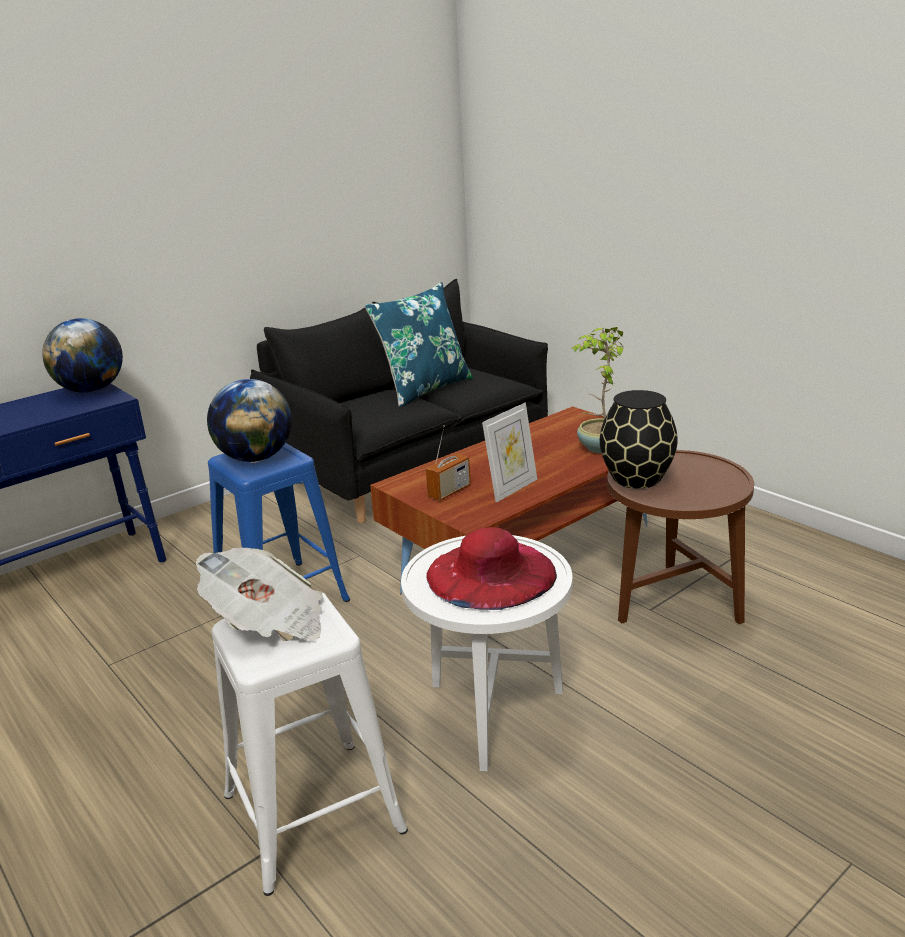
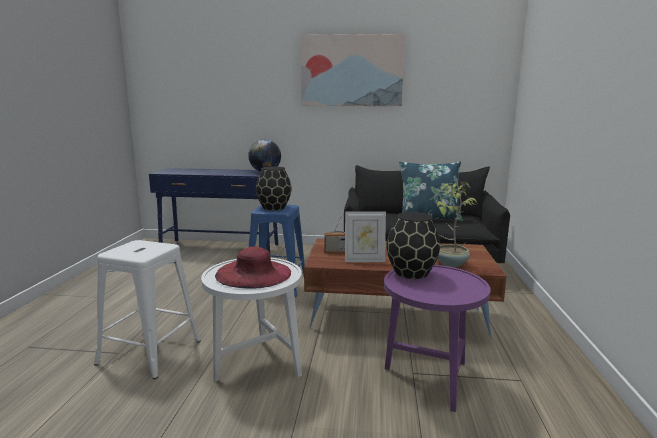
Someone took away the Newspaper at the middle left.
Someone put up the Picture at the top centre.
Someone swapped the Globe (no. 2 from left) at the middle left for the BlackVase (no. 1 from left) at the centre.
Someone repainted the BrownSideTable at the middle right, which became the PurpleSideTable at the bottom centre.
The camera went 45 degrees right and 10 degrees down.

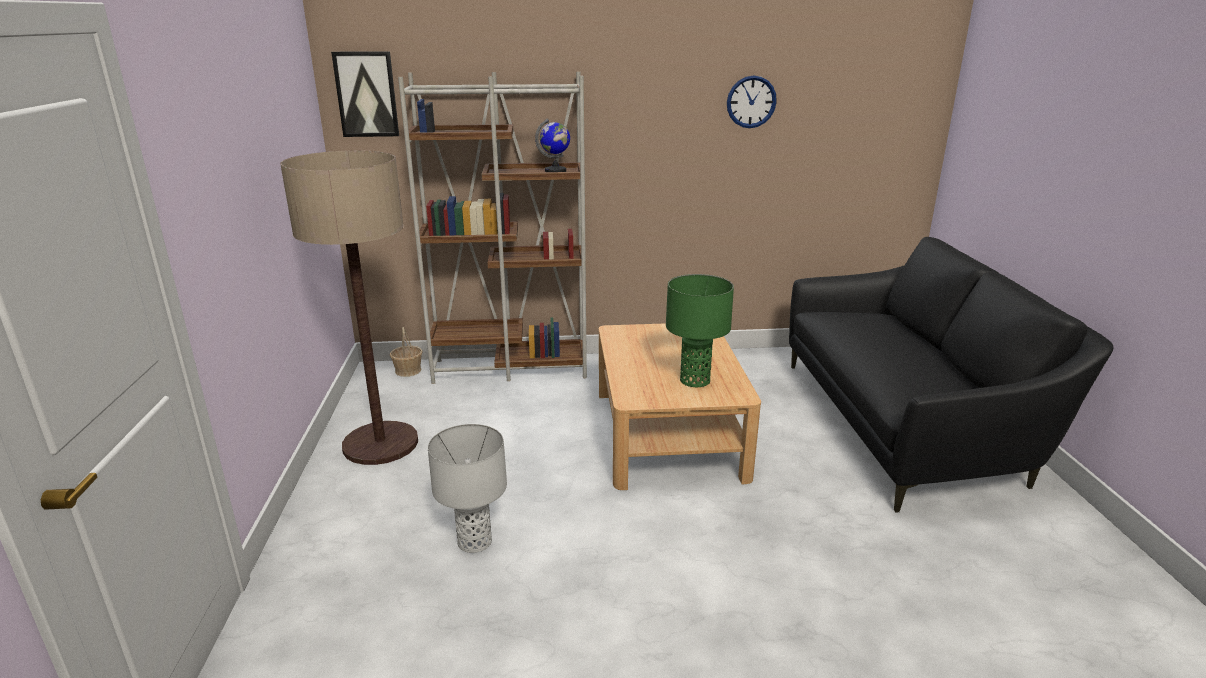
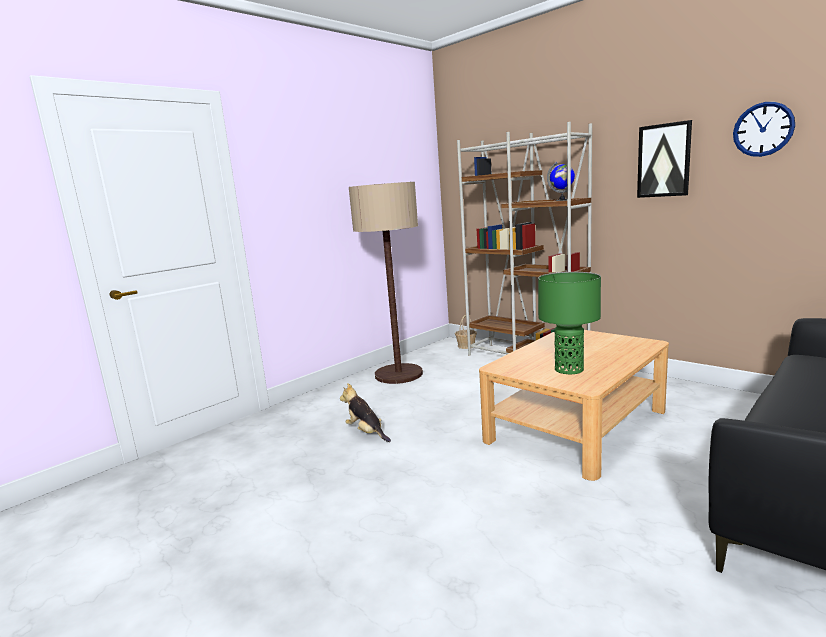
Someone carried the Picture from the top left to the top right.
Someone swapped the WhiteTableLamp at the bottom centre for the PlushToy at the centre.
The camera went 50 degrees right and 10 degrees down.

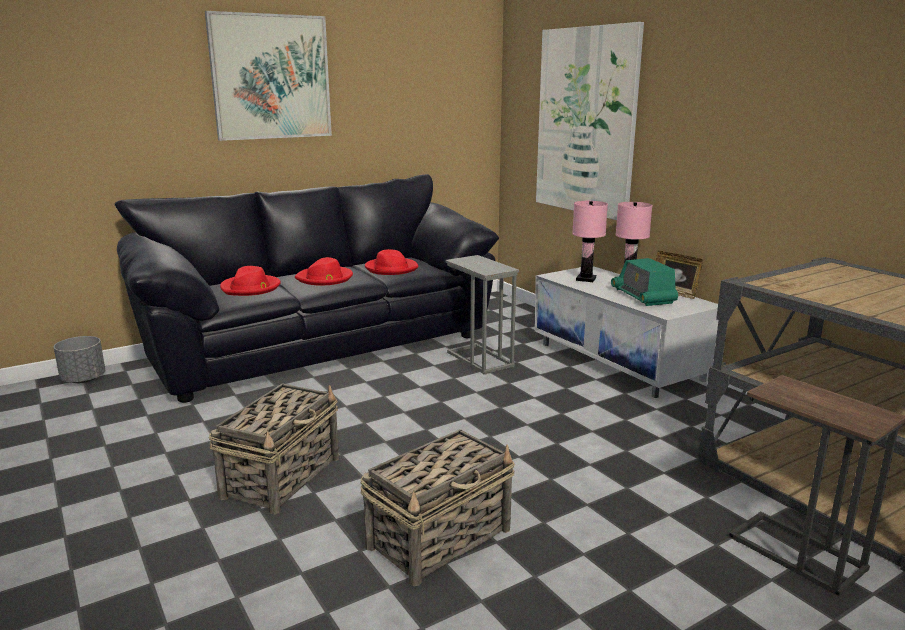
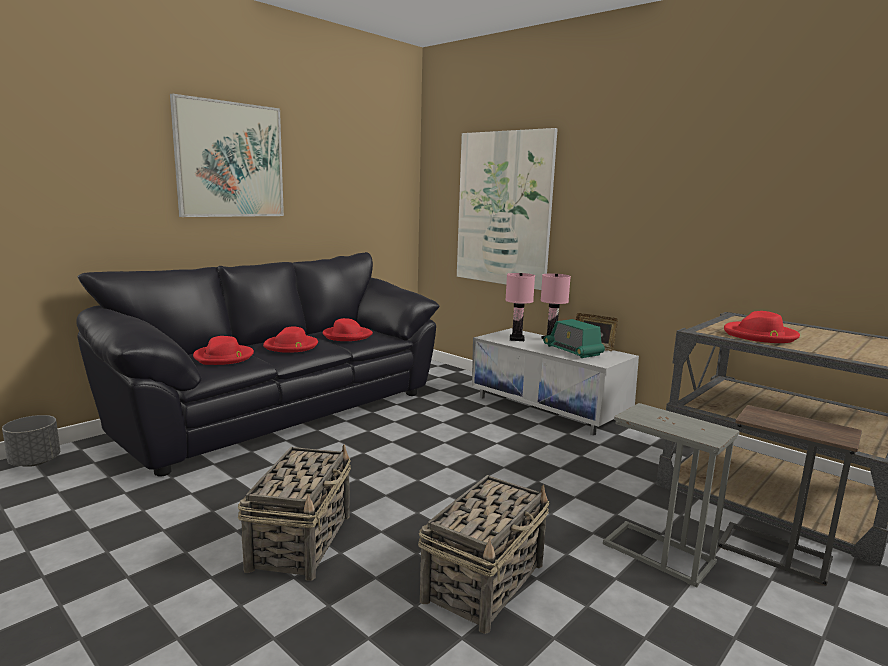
Someone put down the RedHat (no. 4 from left) at the middle right.
Someone carried the GreySideTable from the centre to the bottom right.
The camera went 15 degrees left and 5 degrees down.

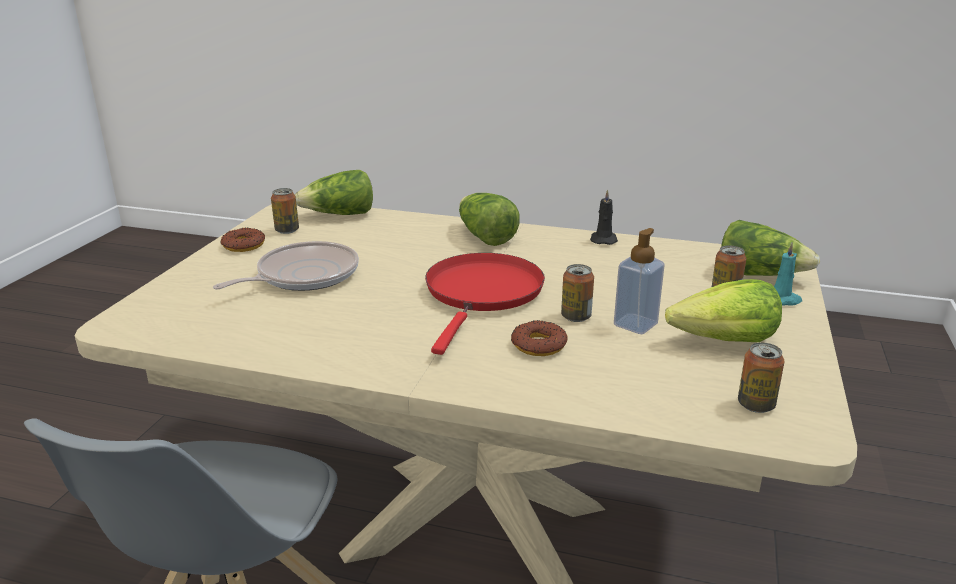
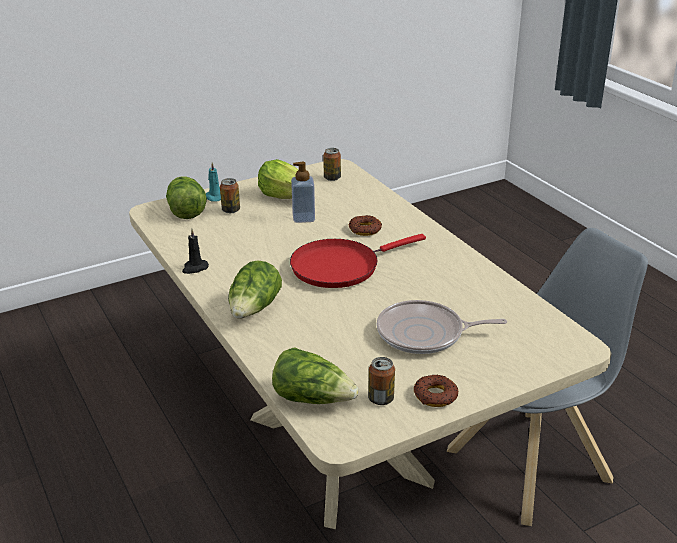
Someone took away the Can (no. 2 from left) at the centre.
The camera went 135 degrees left and 5 degrees up.

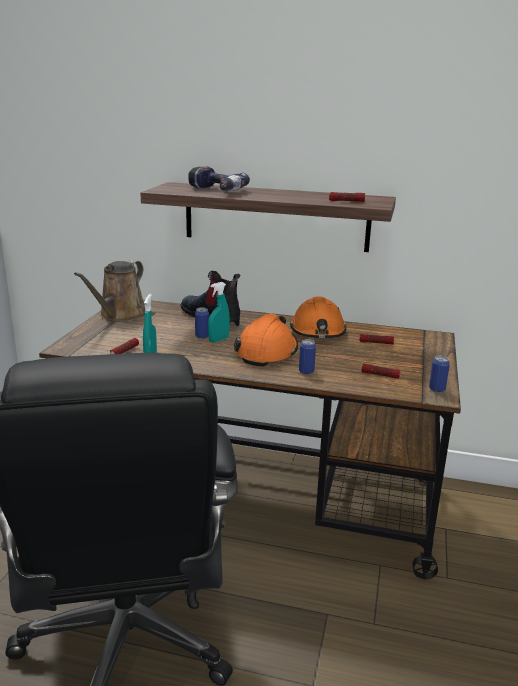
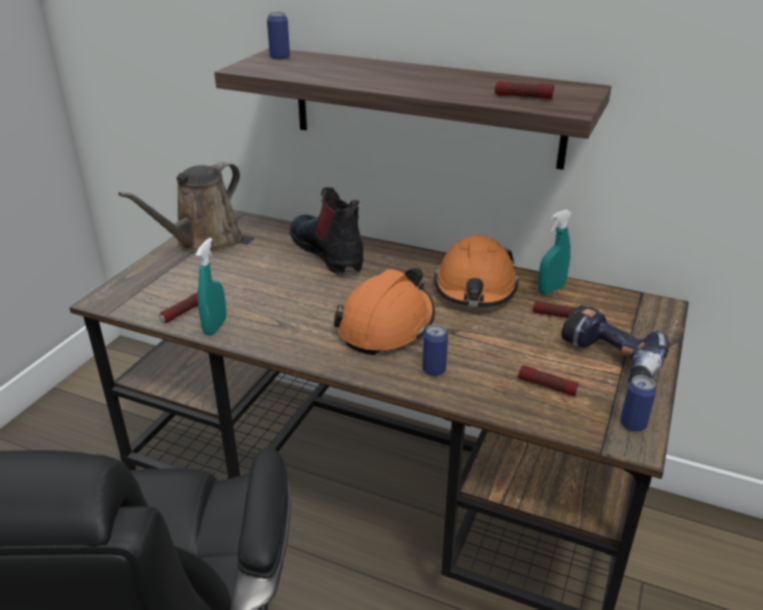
Someone carried the PowerDrill from the top centre to the middle right.
Someone carried the Can (no. 1 from left) from the centre to the top centre.
Someone carried the TurquoiseSprayBottle (no. 2 from left) from the centre to the middle right.
The camera went 10 degrees right and 10 degrees up.

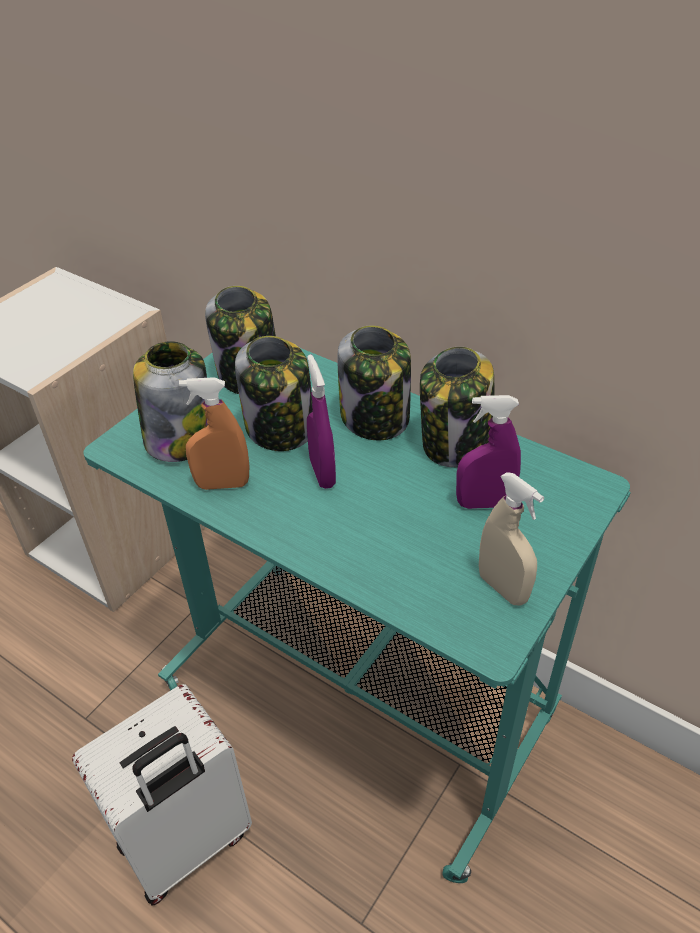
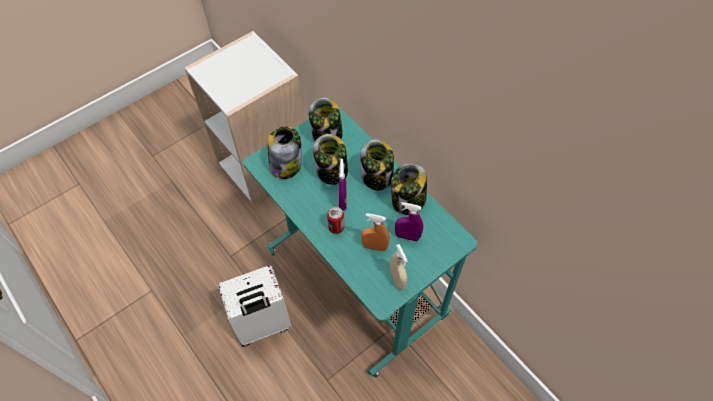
Someone put down the Can at the centre.
Someone carried the OrangeSprayBottle from the middle left to the centre.
The camera went 15 degrees right and 15 degrees up.

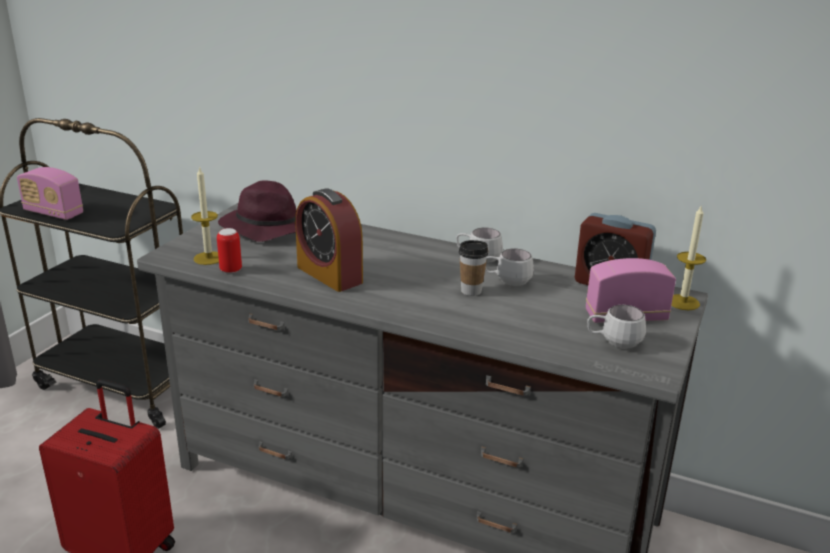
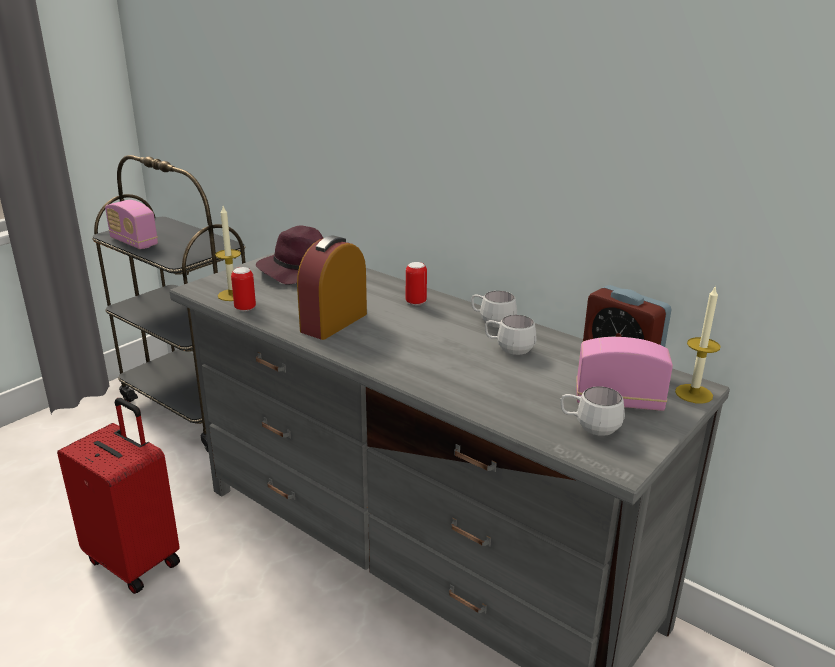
Someone took away the Cup at the centre.
Someone put down the Can (no. 2 from left) at the centre.
Someone rotated the AlarmClock (no. 1 from left) at the centre by 60 degrees clockwise.
The camera went 15 degrees right and 0 degrees up.

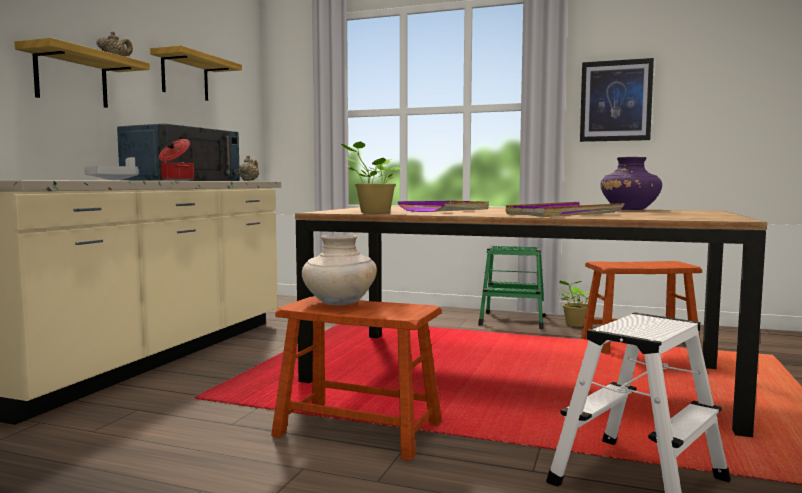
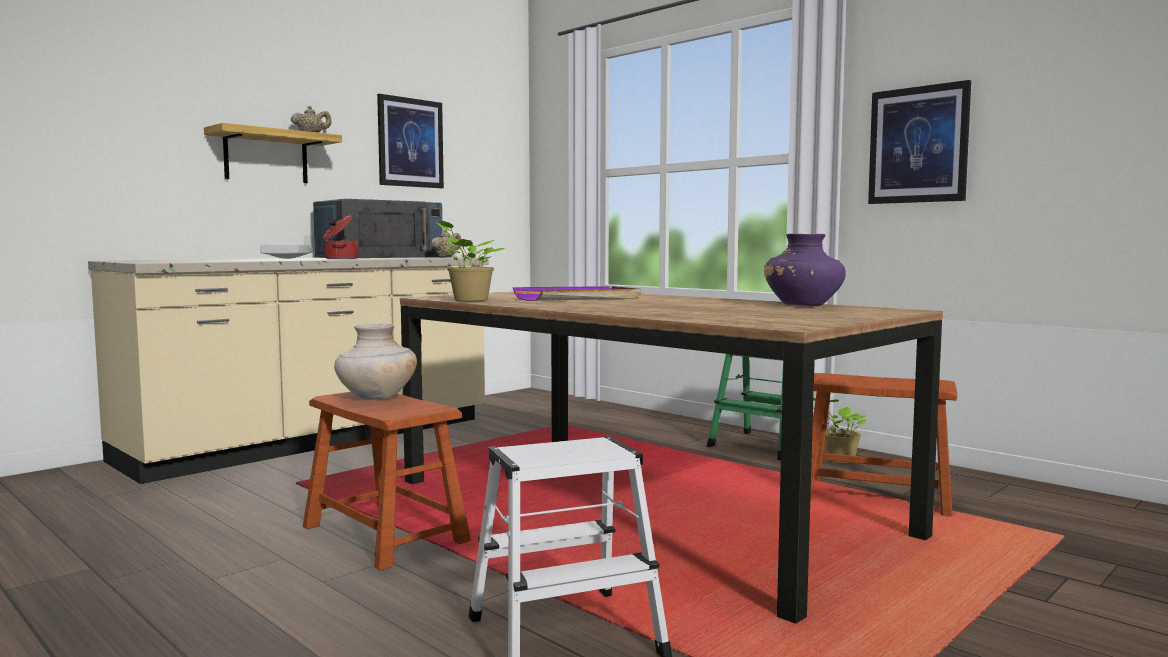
Someone took away the PurpleTray (no. 2 from left) at the middle right.
Someone swapped the Shelf (no. 2 from left) at the top left for the Picture (no. 1 from left) at the top centre.
The camera went 25 degrees right and 0 degrees up.

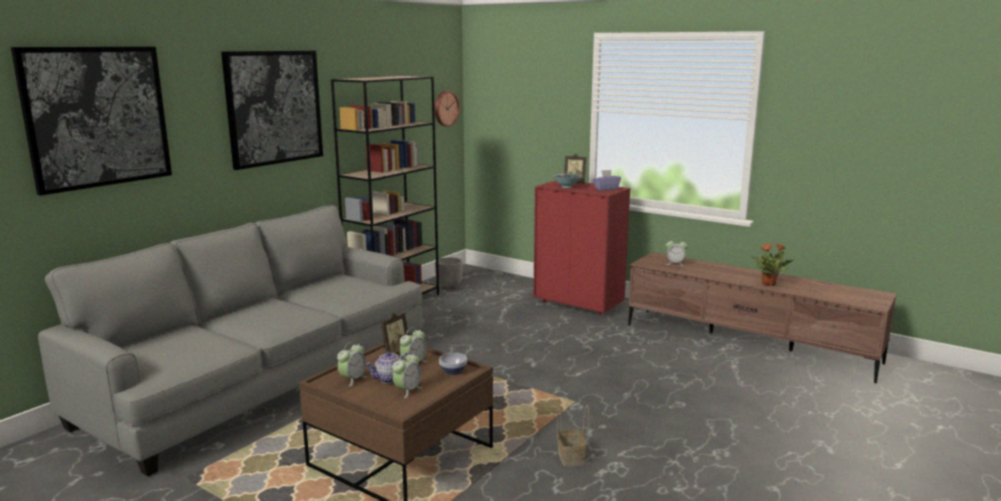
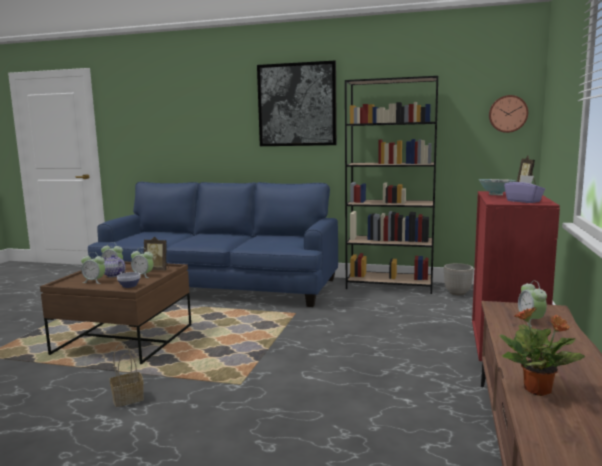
Someone took away the Picture (no. 1 from left) at the top left.
Someone repainted the GreySofa at the bottom left, which became the BlueSofa at the centre.
The camera went 70 degrees right and 5 degrees down.

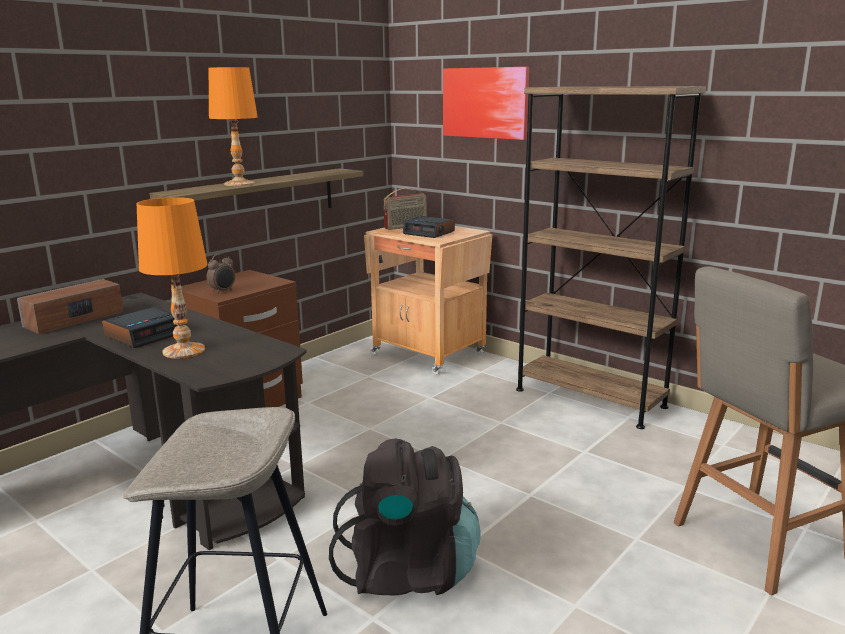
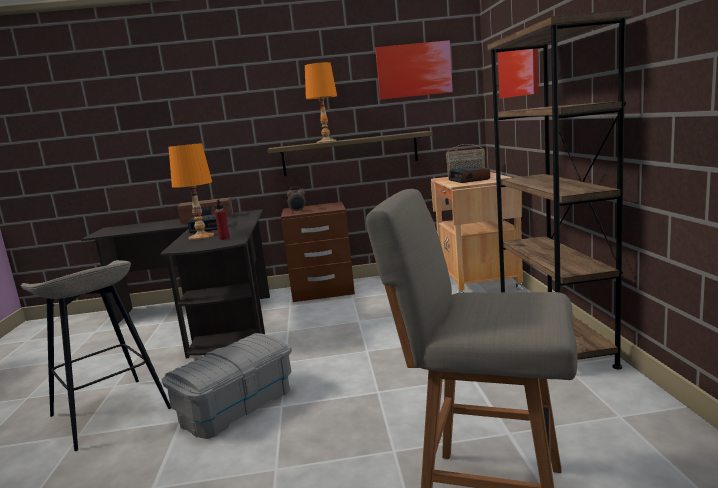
Someone put down the RedBottle at the middle left.
Someone put up the Picture (no. 1 from left) at the top centre.
Someone swapped the BlackBackpack at the bottom centre for the GreyStorageBox at the bottom left.
The camera went 45 degrees right and 5 degrees down.

